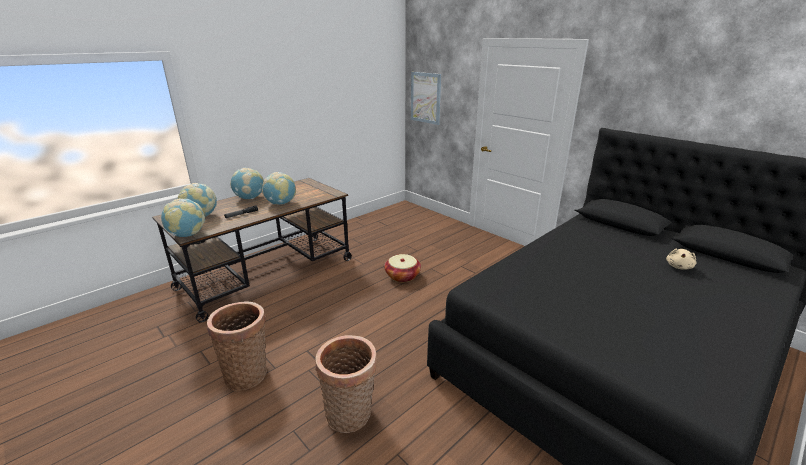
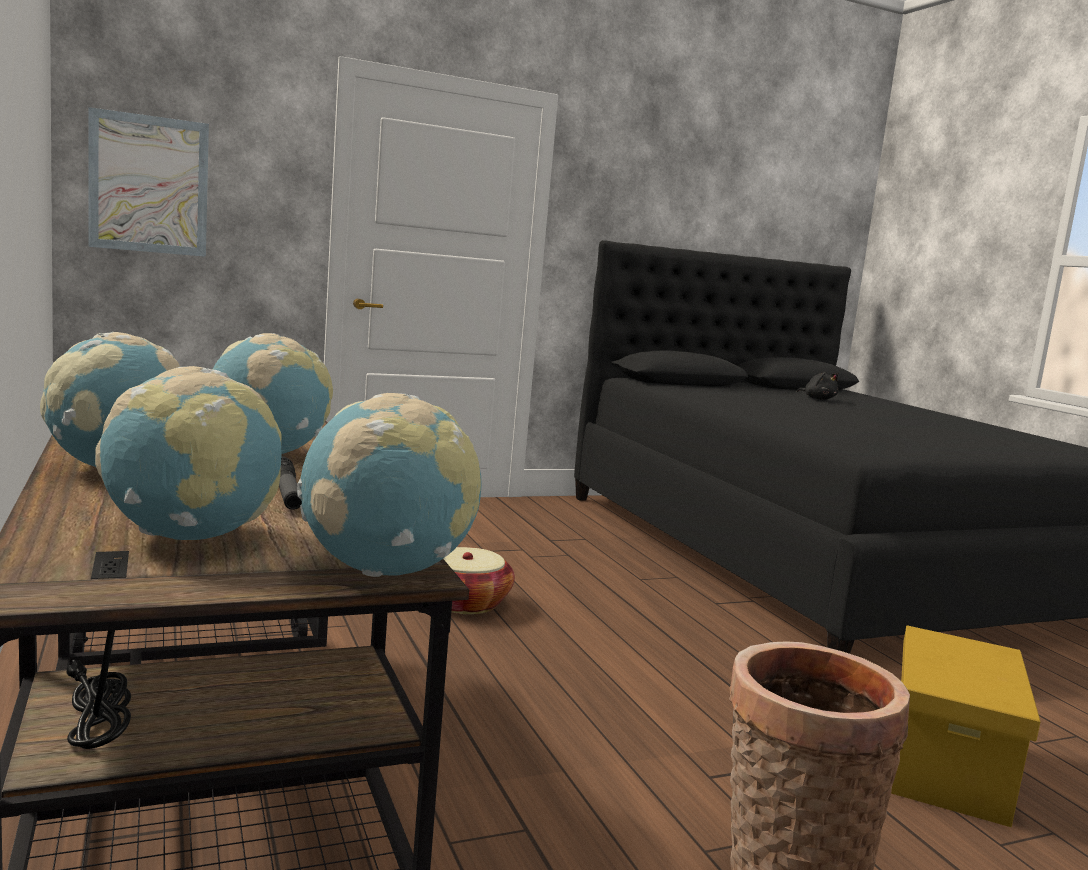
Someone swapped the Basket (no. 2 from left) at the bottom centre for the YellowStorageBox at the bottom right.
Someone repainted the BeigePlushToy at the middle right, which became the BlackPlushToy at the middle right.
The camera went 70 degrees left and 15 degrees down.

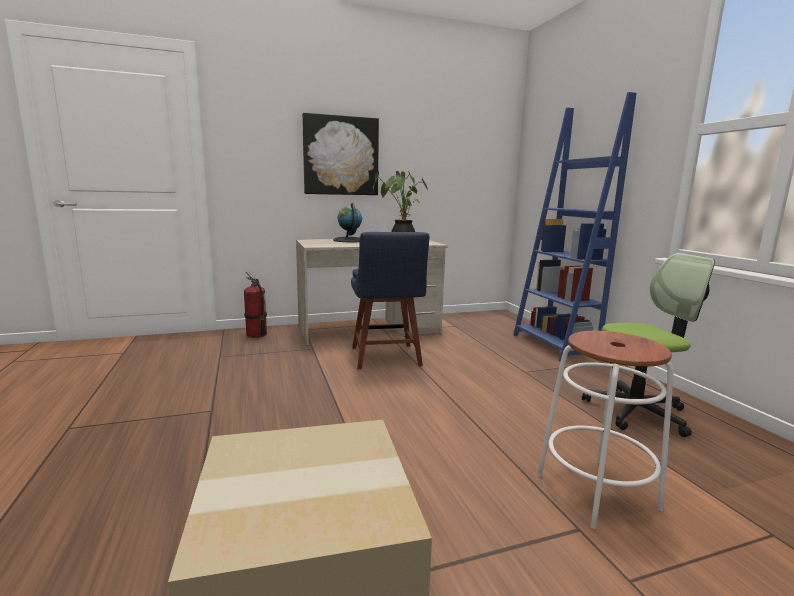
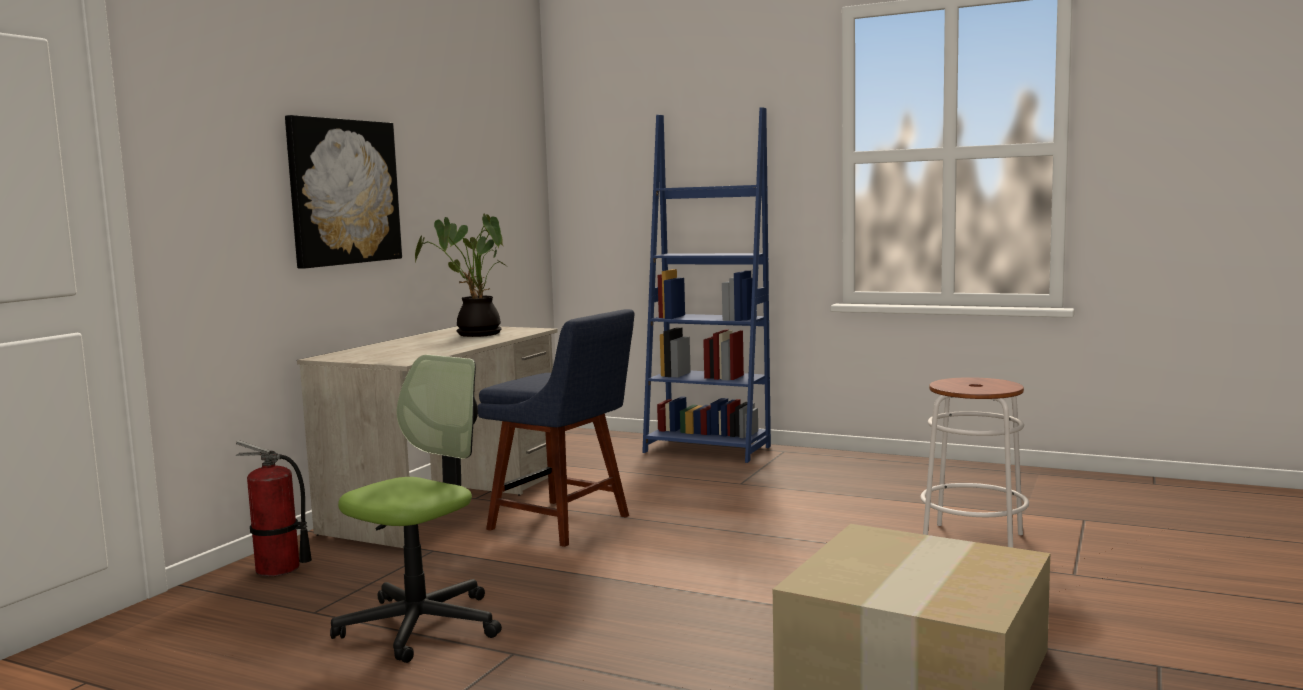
Someone took away the Globe at the centre.
Someone carried the OfficeChair from the middle right to the bottom left.
The camera went 45 degrees left and 5 degrees down.

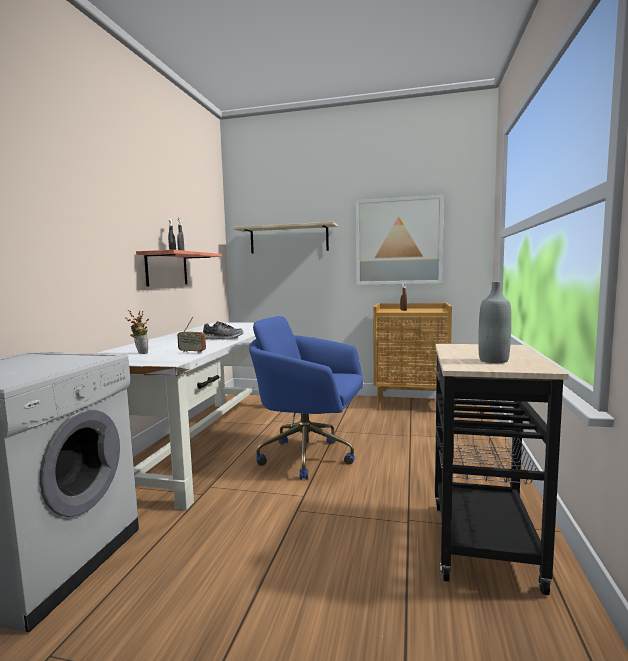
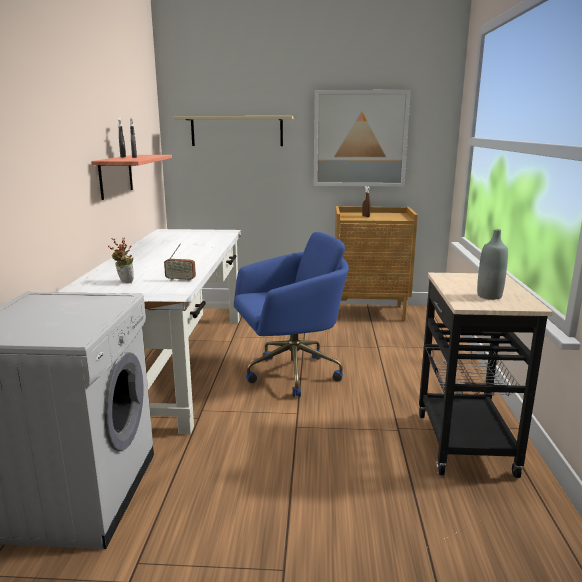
Someone took away the Shoe at the centre.
Someone rotated the BlueOfficeChair at the centre by 150 degrees clockwise.
The camera went 10 degrees left and 10 degrees up.

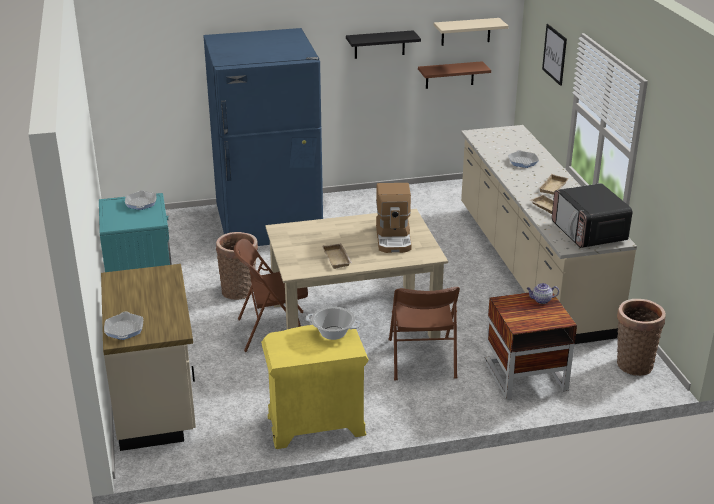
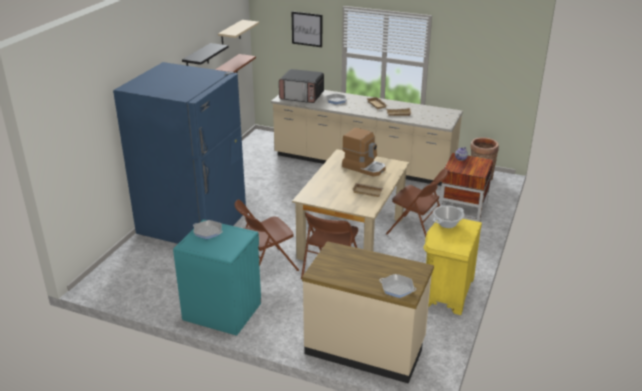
Someone carried the Microwave from the middle right to the top centre.
Someone swapped the Basket (no. 1 from left) at the middle left for the BrownChair (no. 1 from left) at the centre.
The camera went 55 degrees left and 0 degrees up.

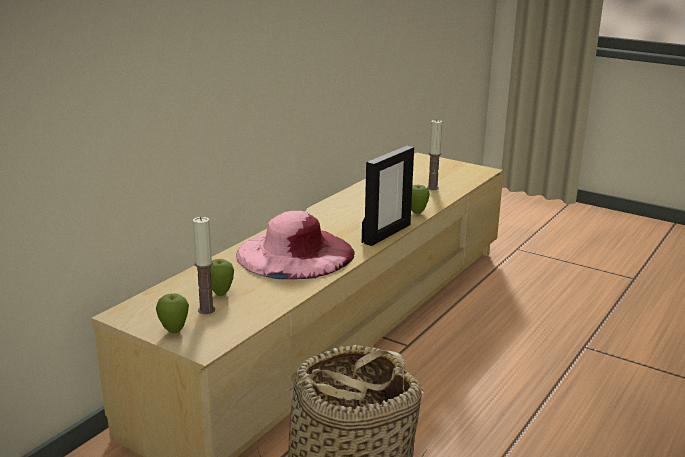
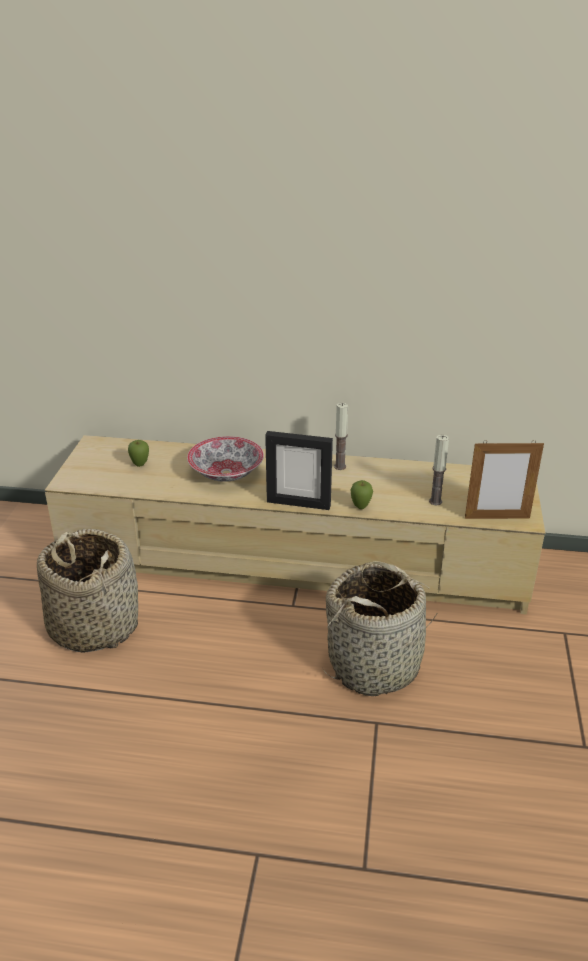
Someone took away the Apple (no. 1 from left) at the bottom left.
Someone put down the Basket (no. 2 from left) at the centre.
Someone put down the PictureFrame (no. 2 from left) at the middle right.
Someone carried the Candle (no. 1 from left) from the middle left to the centre.
Someone swapped the PinkHat at the centre for the Bowl at the centre.
The camera went 65 degrees right and 10 degrees up.

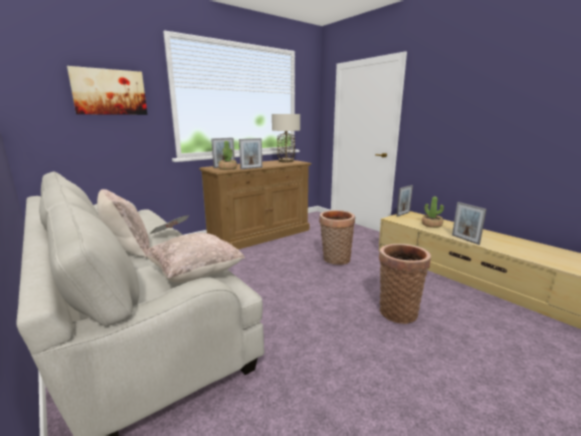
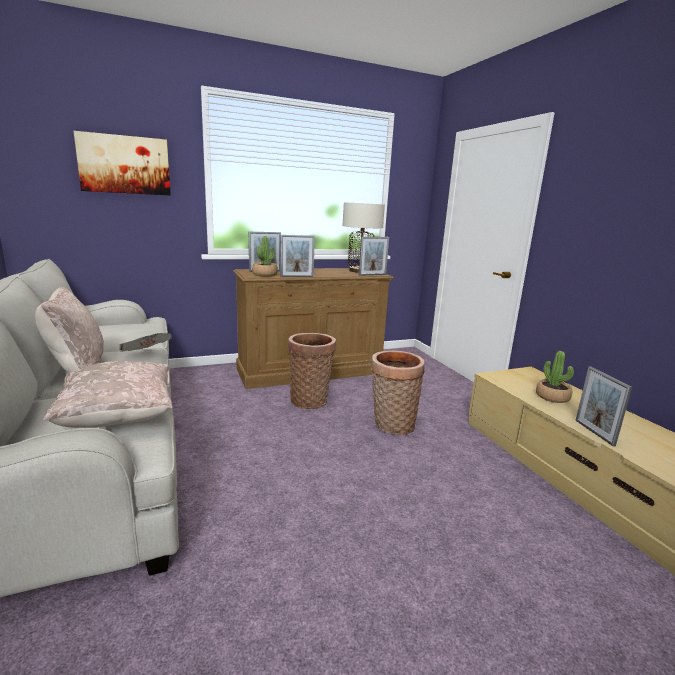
Someone carried the Basket (no. 2 from left in the first image) from the middle right to the centre.
Someone carried the PictureFrame (no. 3 from left) from the middle right to the centre.
The camera went 15 degrees right and 0 degrees up.

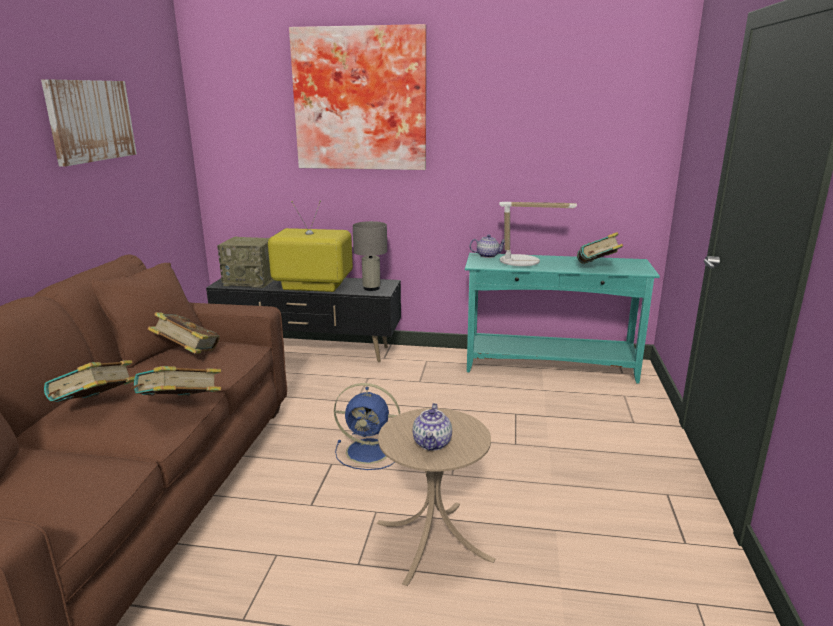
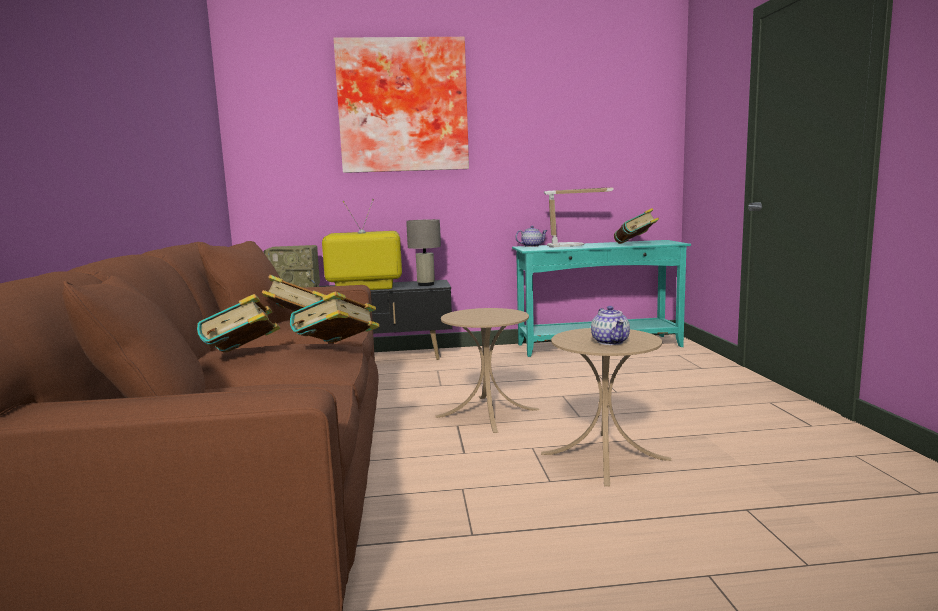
Someone took away the Picture (no. 1 from left) at the top left.
Someone swapped the BlueFan at the bottom centre for the BeigeSideTable (no. 1 from left) at the centre.
The camera went 15 degrees left and 10 degrees down.

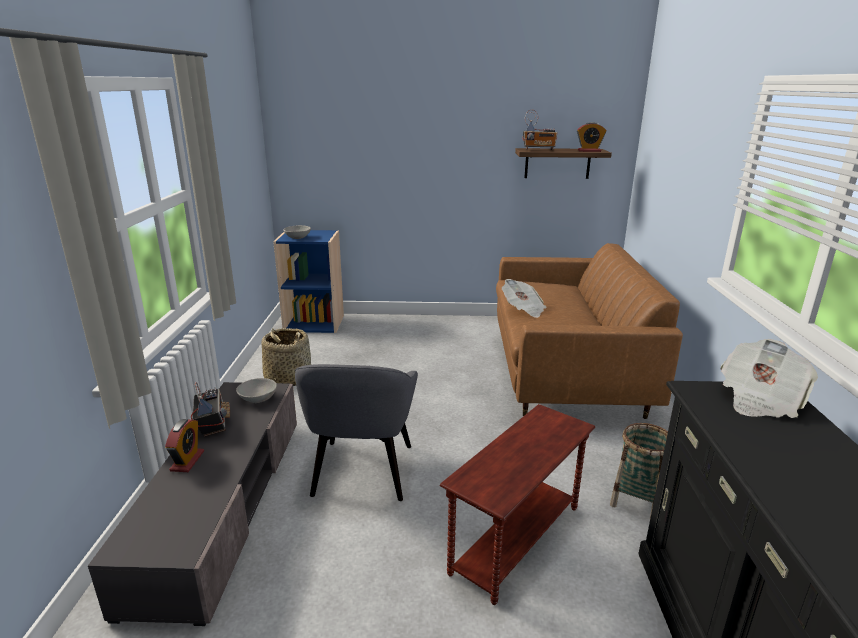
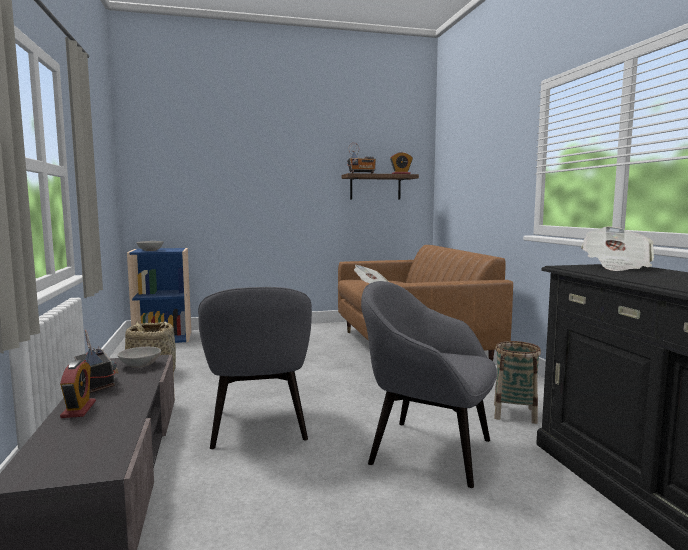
Someone swapped the BrownSideTable at the bottom centre for the GreyArmchair (no. 2 from left) at the bottom centre.
The camera went 15 degrees left and 15 degrees down.

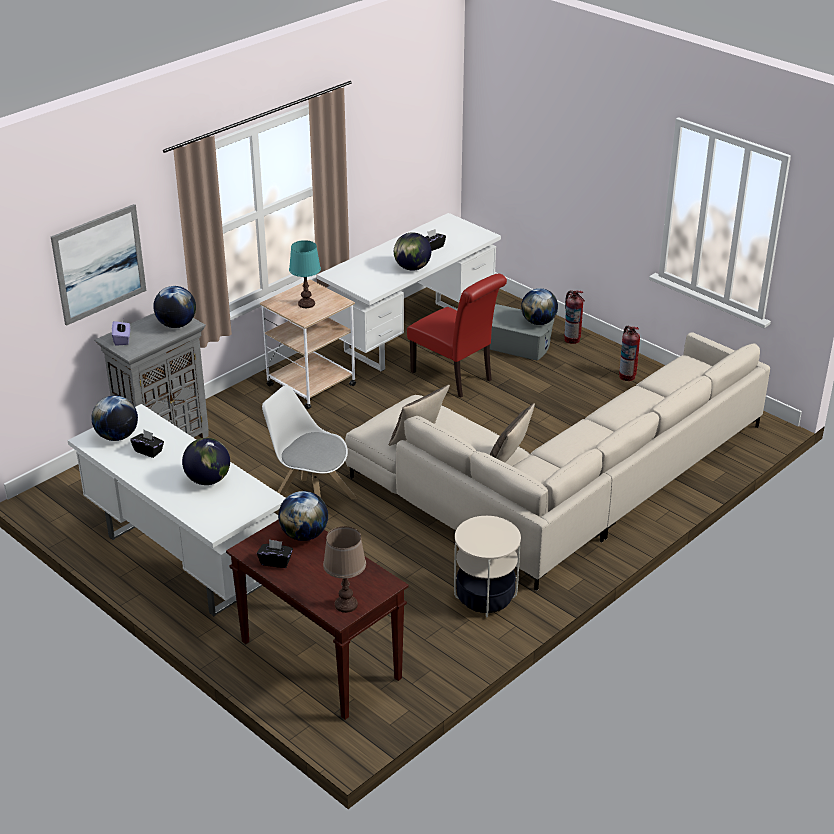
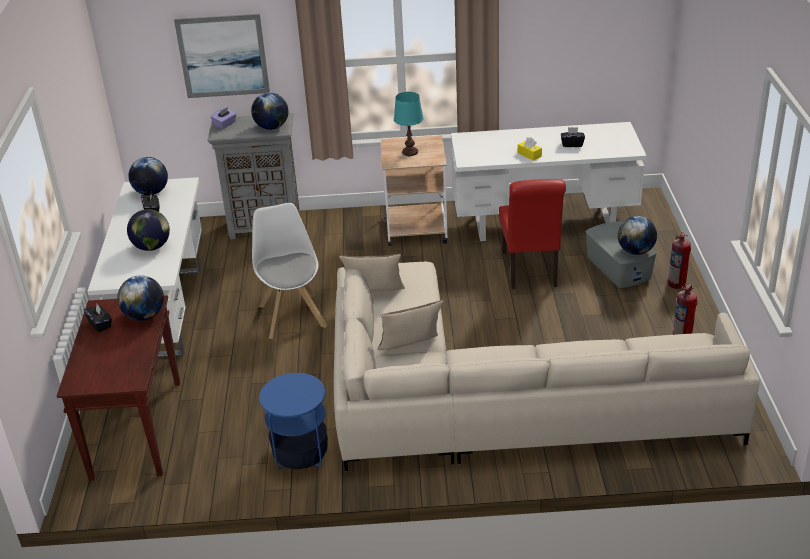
Someone took away the BrownTableLamp at the bottom centre.
Someone swapped the Globe (no. 5 from left) at the top centre for the YellowTissueBox at the top centre.
Someone repainted the BeigeSideTable at the bottom centre, which became the BlueSideTable at the bottom centre.
The camera went 45 degrees right and 0 degrees up.

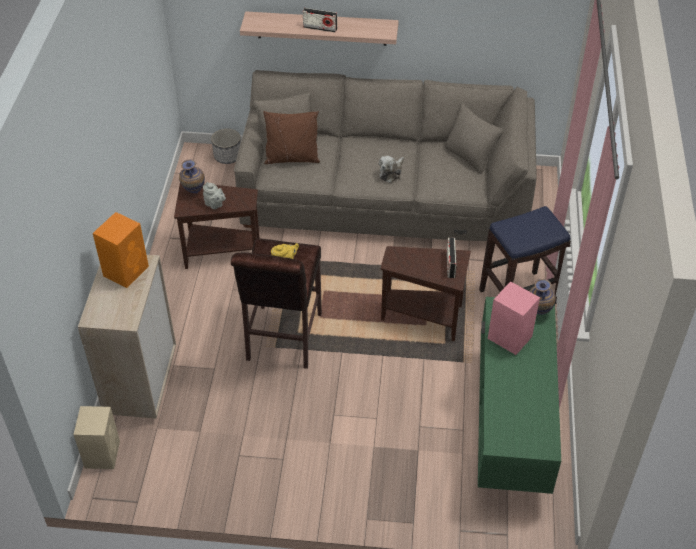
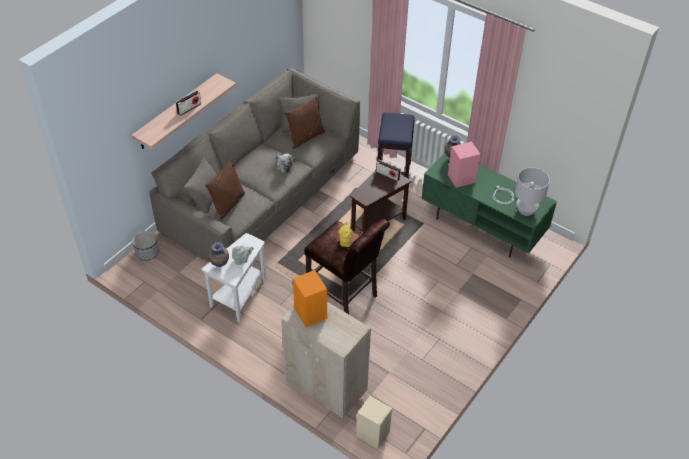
Someone put down the BrownPillow (no. 2 from left) at the top centre.
Someone put down the GreyTableLamp at the middle right.
Someone repainted the BrownSideTable (no. 1 from left) at the middle left, which became the WhiteSideTable at the centre.
The camera went 60 degrees left and 0 degrees up.

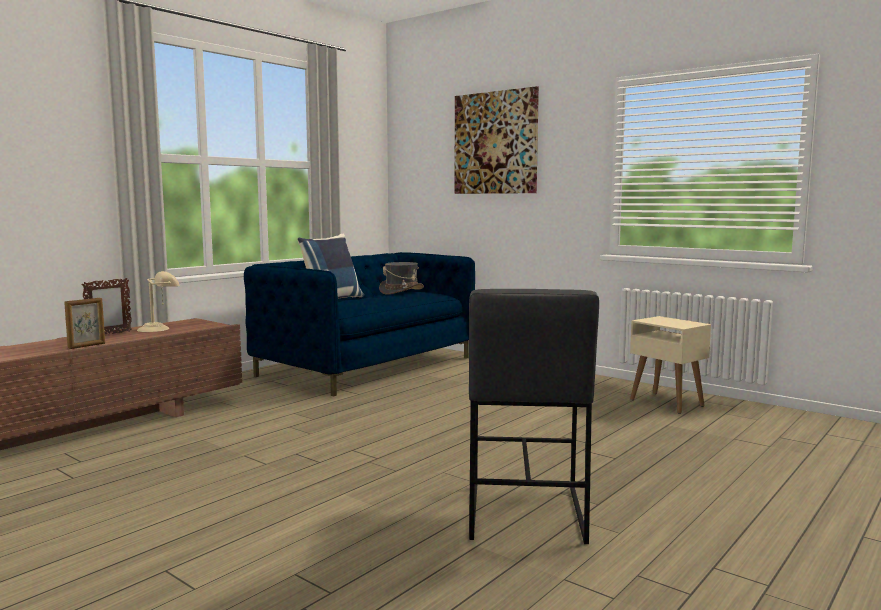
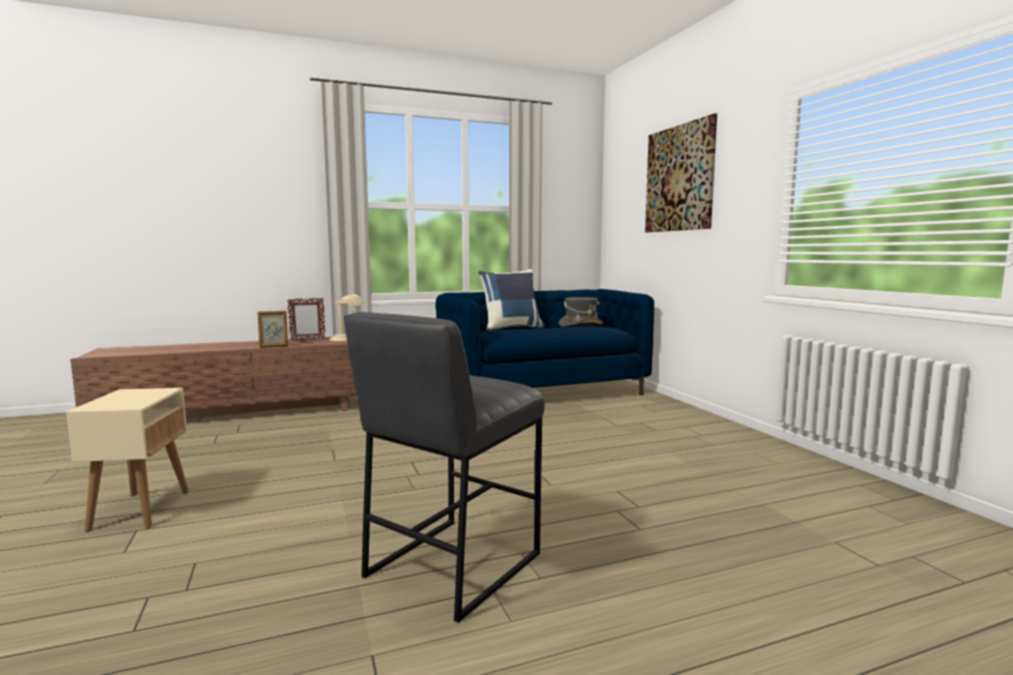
Someone carried the BeigeSideTable from the middle right to the bottom left.
The camera went 30 degrees right and 0 degrees up.

